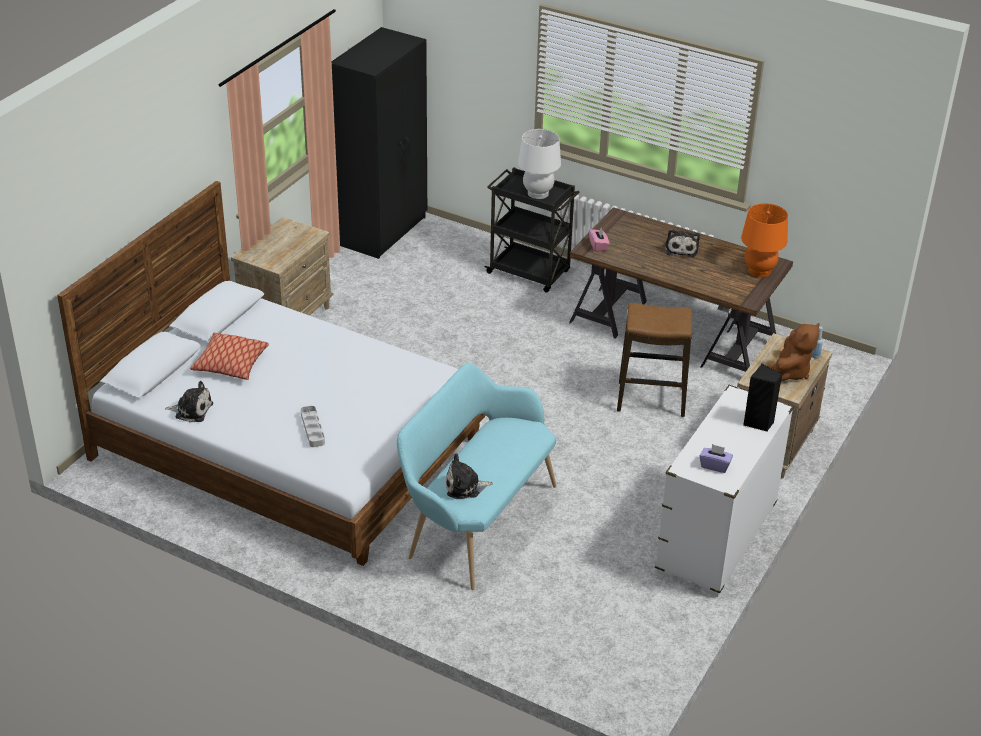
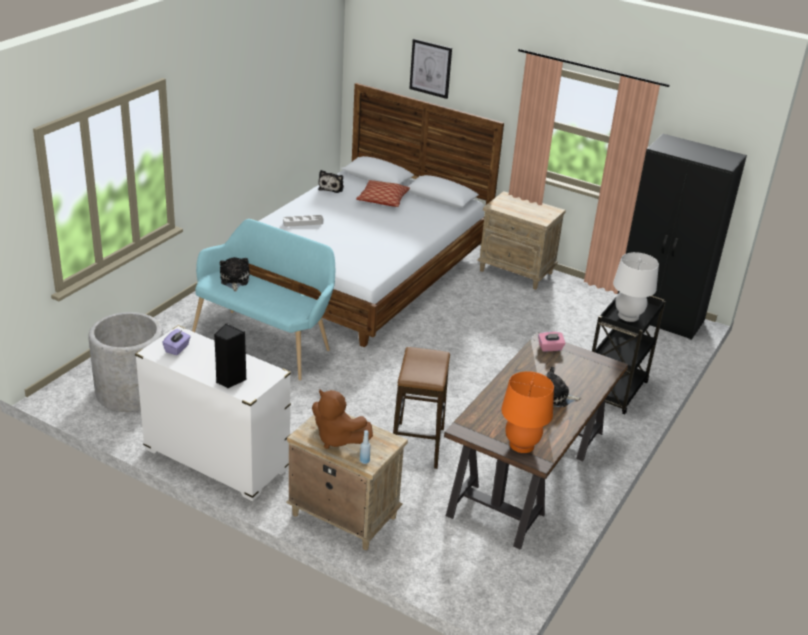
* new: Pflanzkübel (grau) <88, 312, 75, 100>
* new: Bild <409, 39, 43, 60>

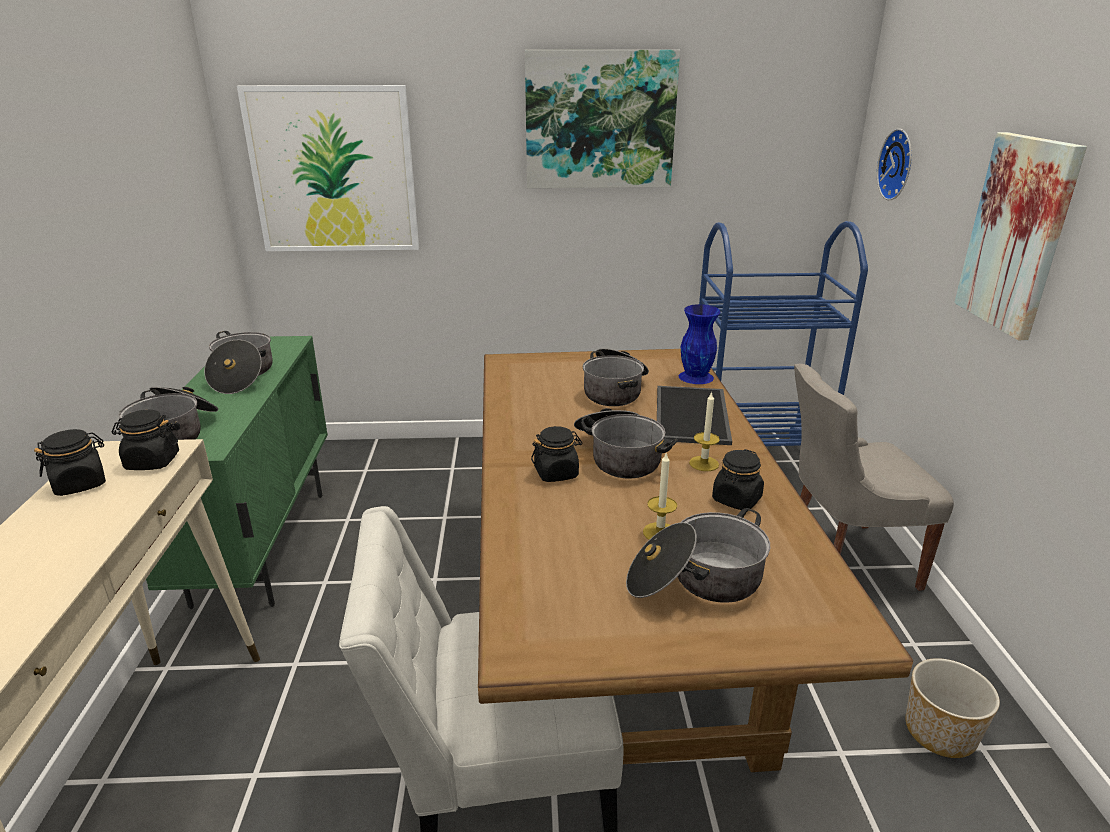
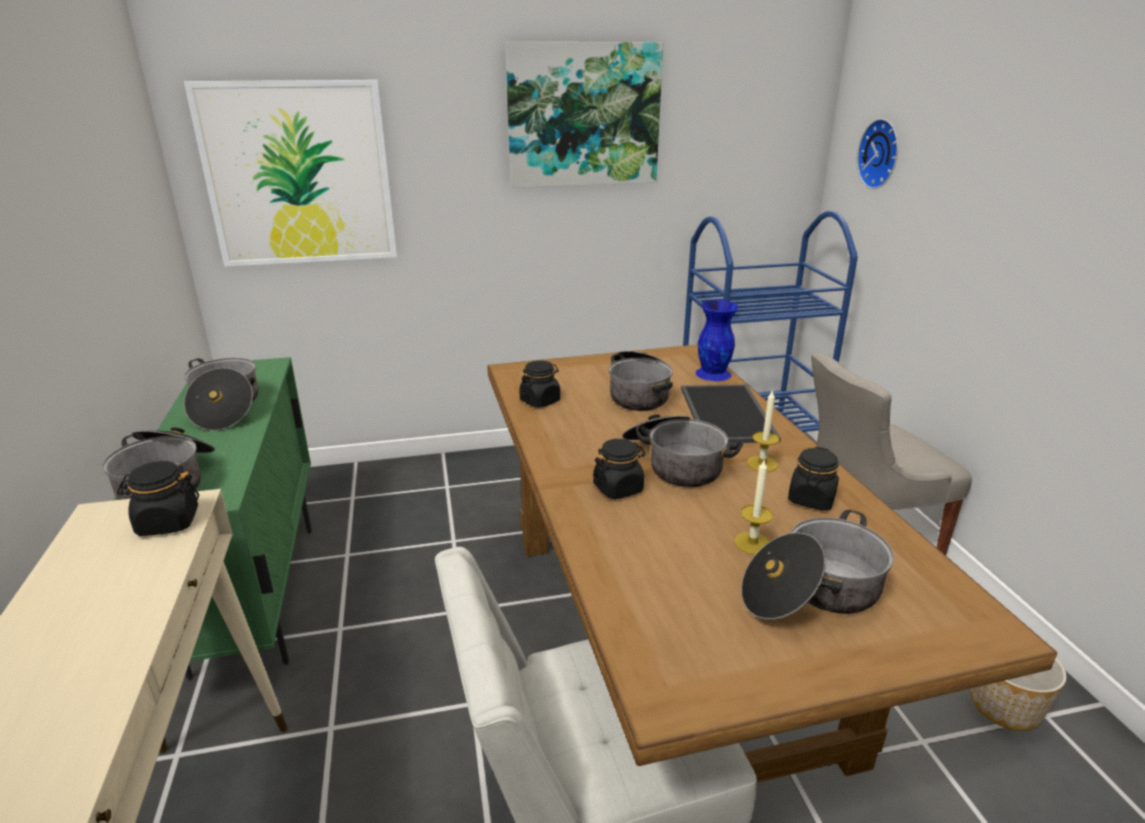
* shifted: Vorratsglas (schwarz) <34, 429, 72, 67> to <519, 361, 41, 47>
* gone: Bild <954, 132, 133, 208>

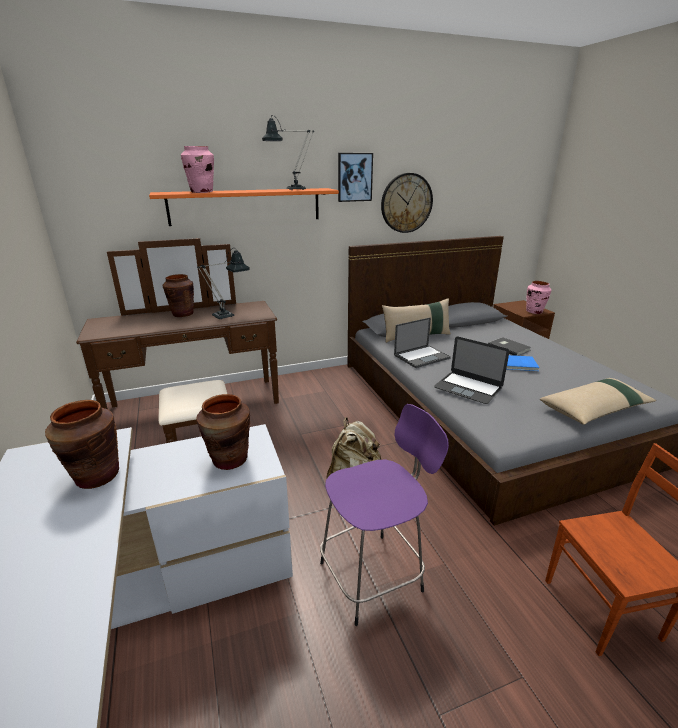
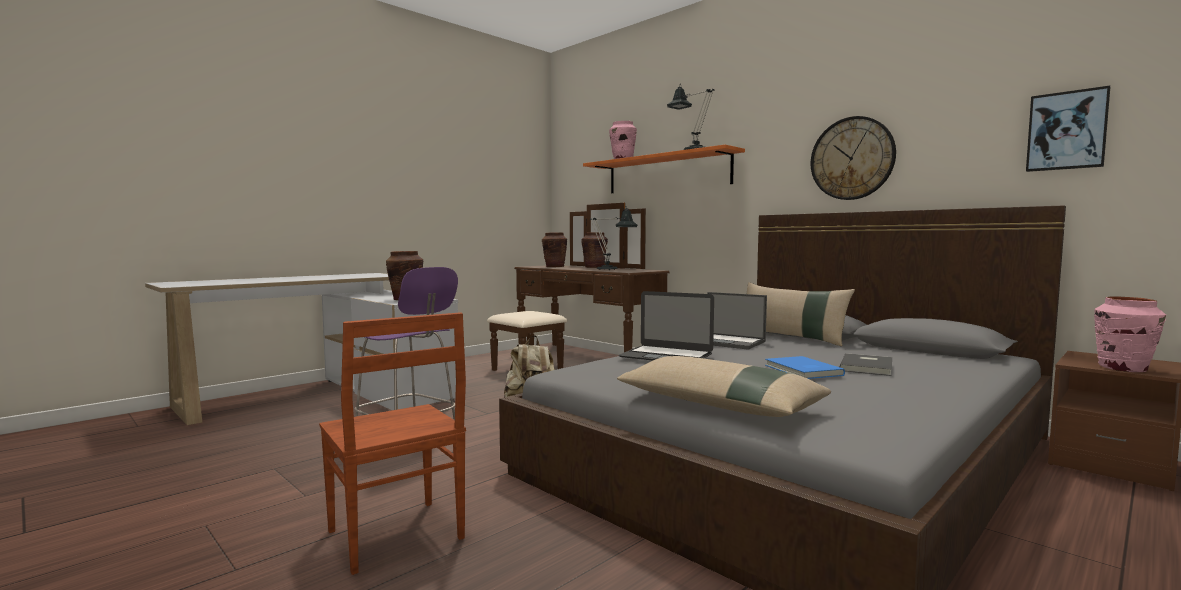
* shifted: Vase (braun) <45, 400, 74, 89> to <542, 232, 25, 35>
* shifted: Bild <338, 153, 35, 49> to <1026, 86, 84, 86>
* rotated: Laptop <434, 337, 75, 67> = <619, 291, 95, 70> 75 degrees counterclockwise

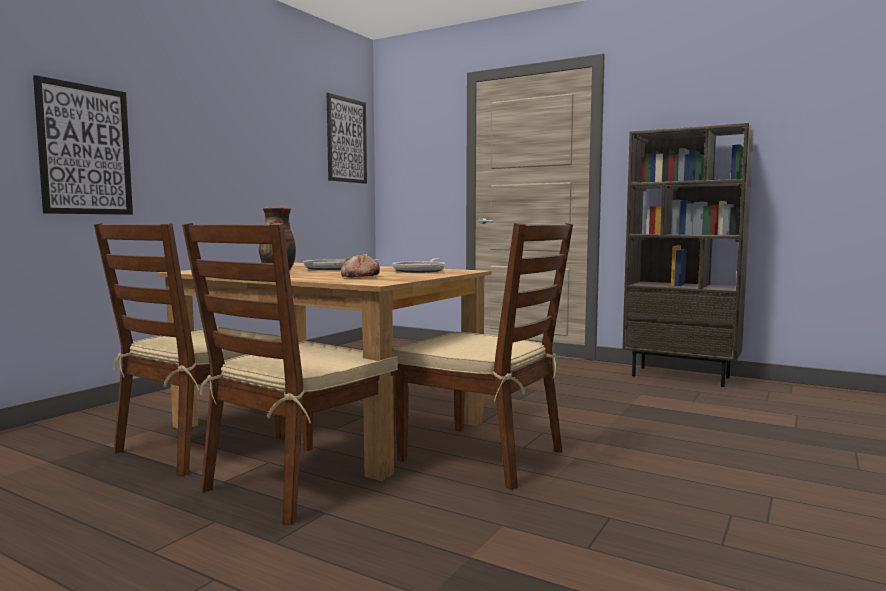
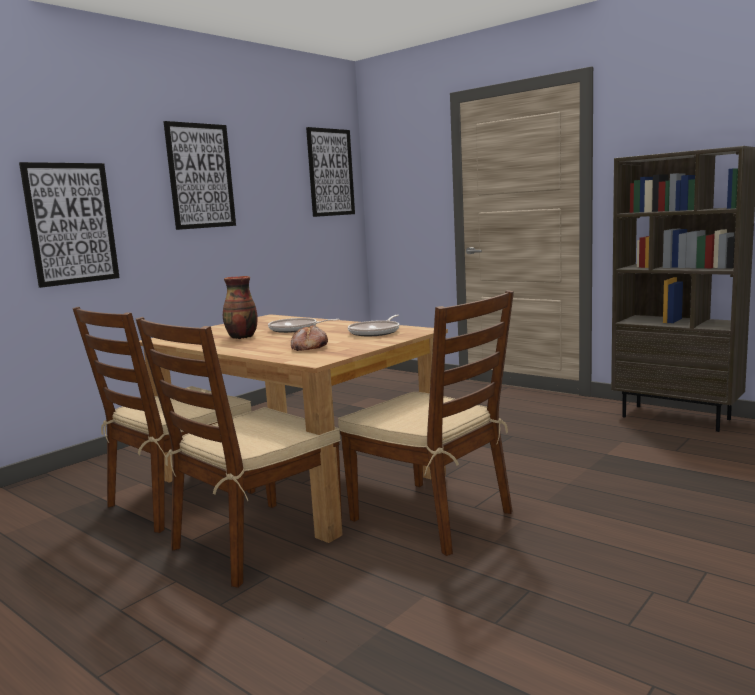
* new: Bild <163, 121, 73, 109>

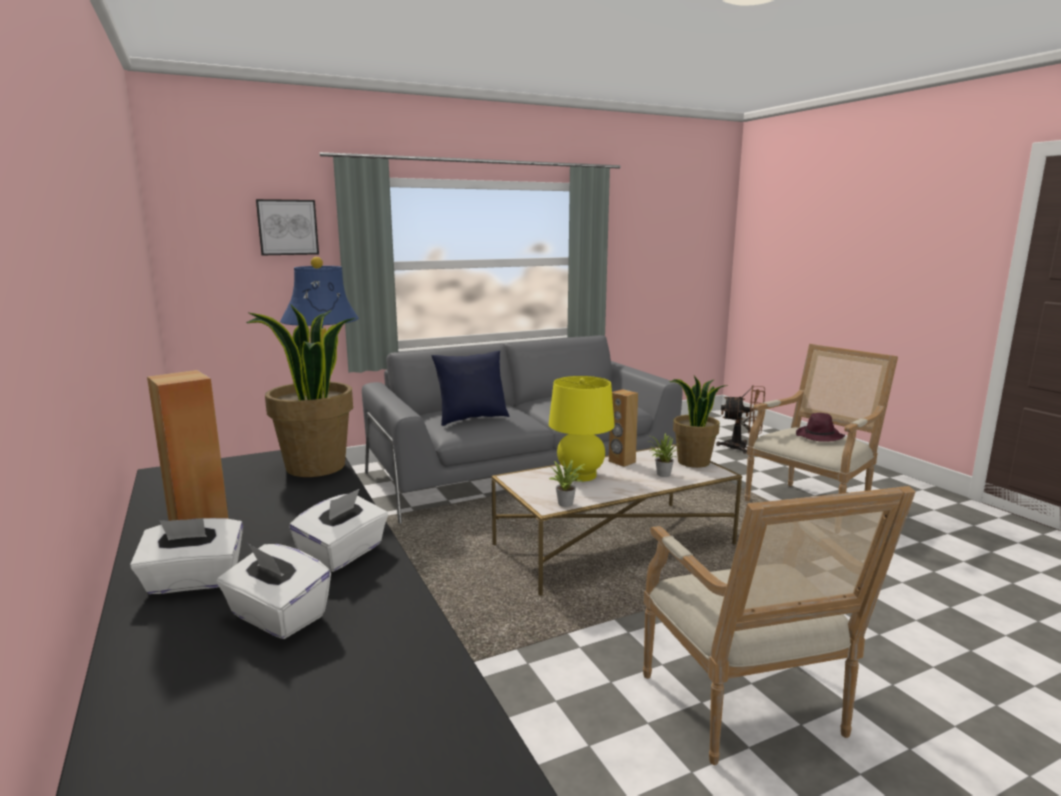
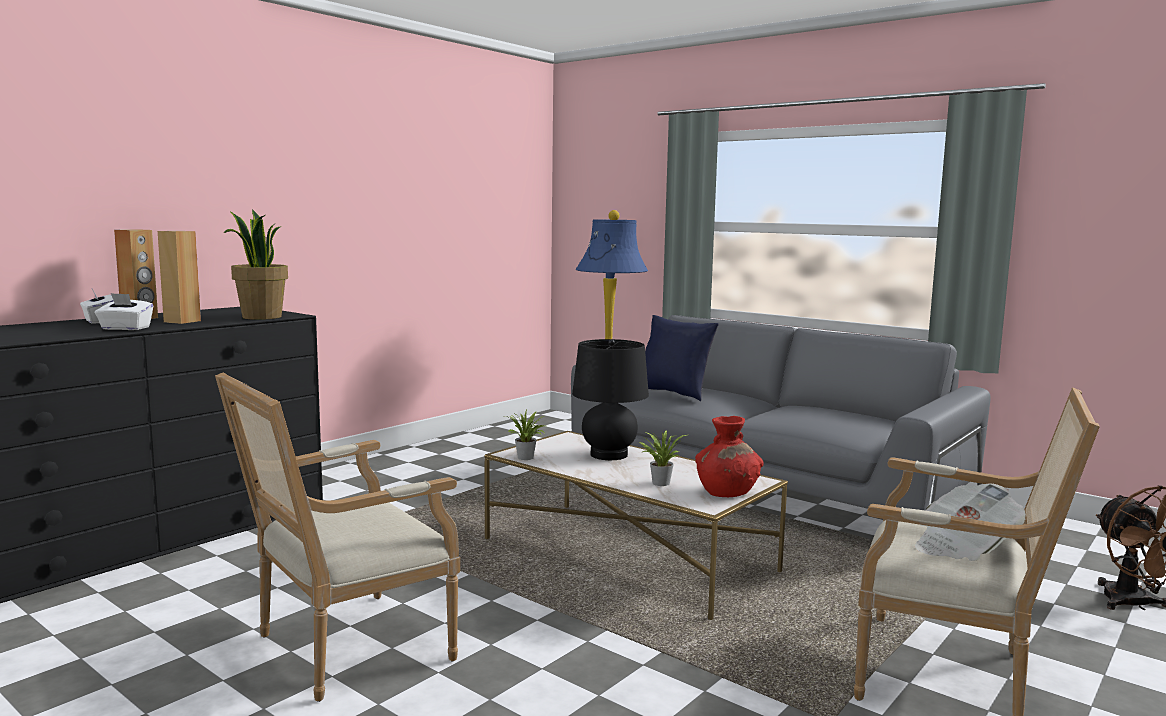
* gone: Taschentuchbox (weiß) <217, 543, 114, 96>
* gone: Bild <256, 199, 63, 56>
* repainted: Tischlampe (gelb) <549, 376, 66, 106> to Tischlampe (schwarz) <572, 339, 77, 121>
* shifted: Lautsprecher (braun) <609, 389, 29, 78> to <158, 231, 43, 93>
* swapped: Topfpflanze <669, 376, 59, 92> to Vase (rot) <695, 416, 69, 81>
* swapped: Hut (lila) <796, 413, 49, 29> to Zeitung <914, 483, 112, 78>

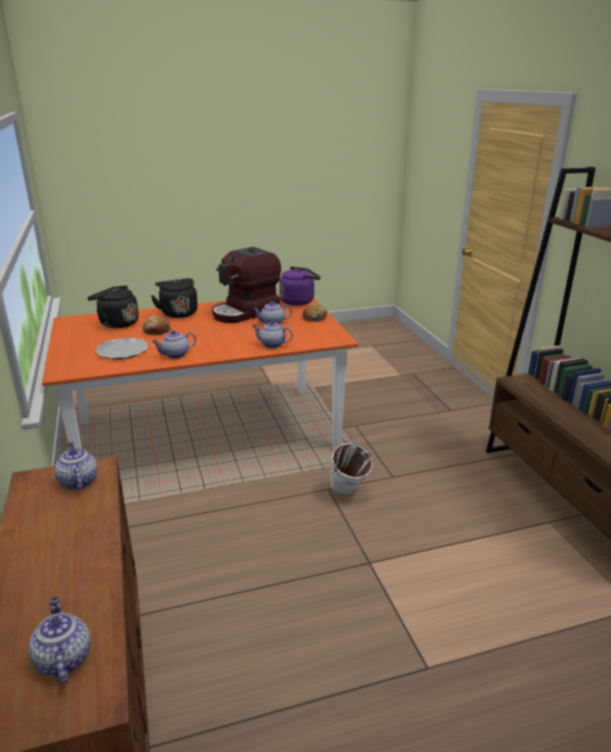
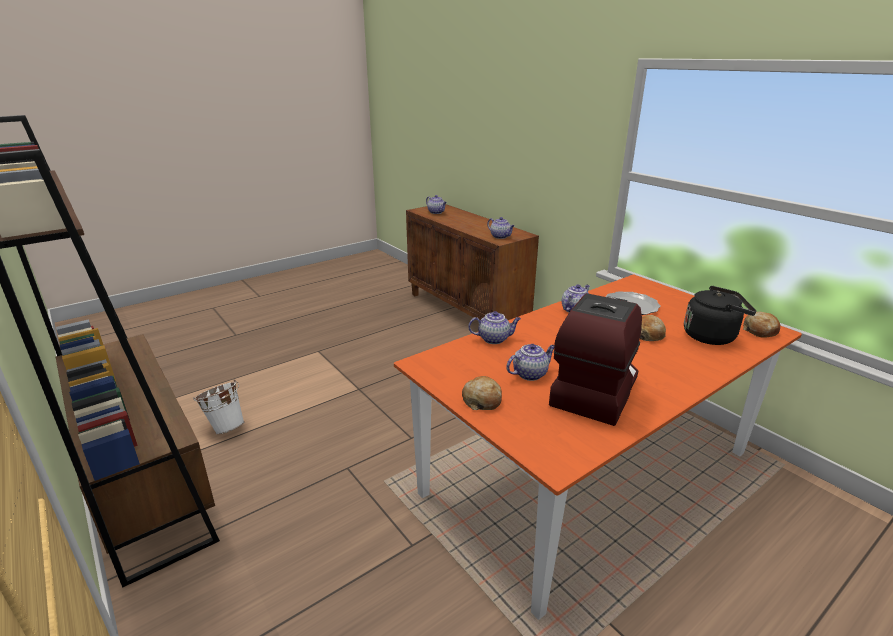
* gone: Wasserkessel (schwarz) <151, 278, 47, 40>
* gone: Wasserkessel (lila) <279, 267, 42, 38>
* shifted: Eimer (weiß) <329, 443, 44, 53> to <193, 379, 52, 55>
* new: Brot <743, 312, 37, 25>

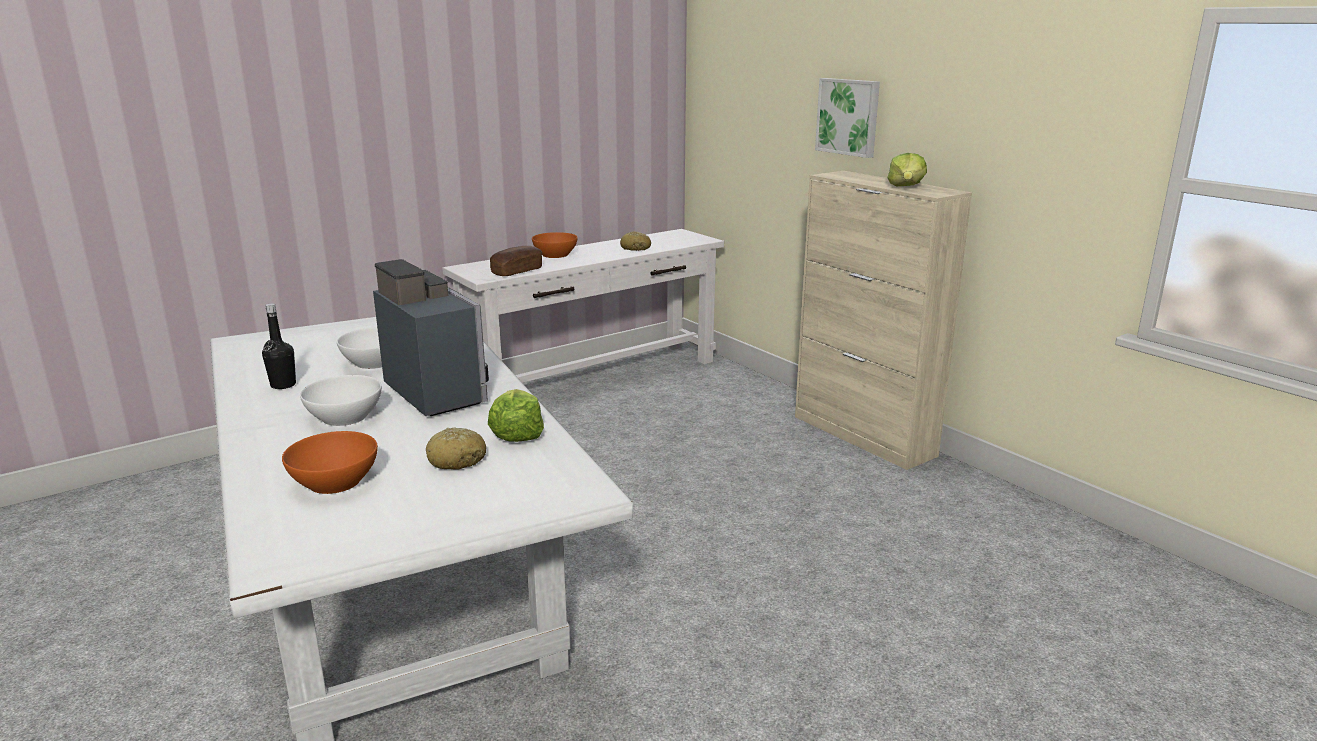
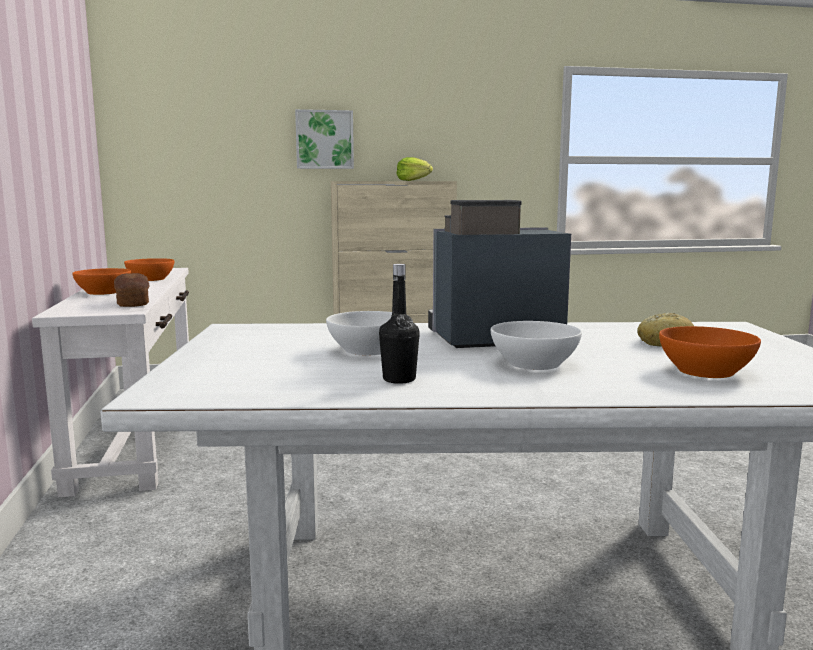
* gone: Salatkopf <488, 389, 56, 53>
* swapped: Brot <620, 231, 31, 20> to Schüssel (orange) <124, 258, 51, 23>

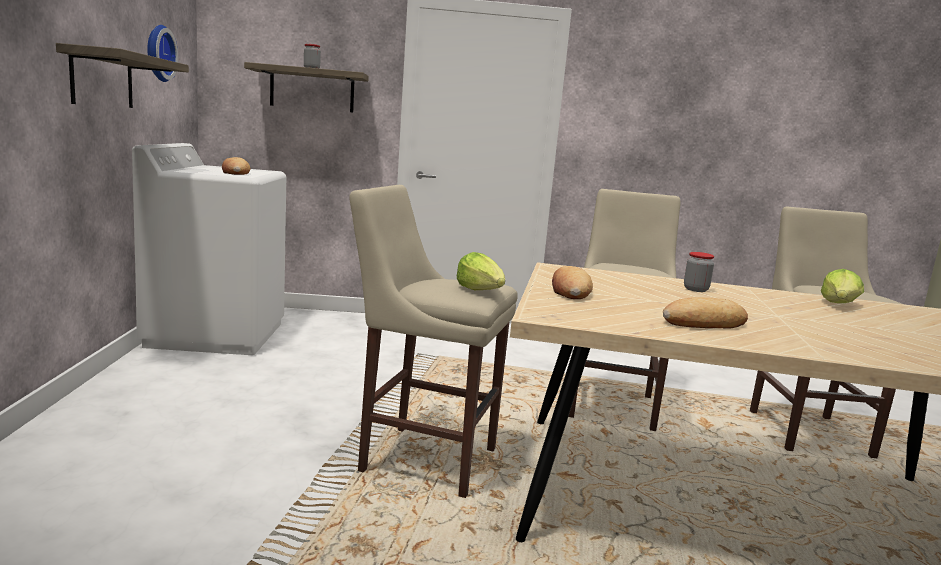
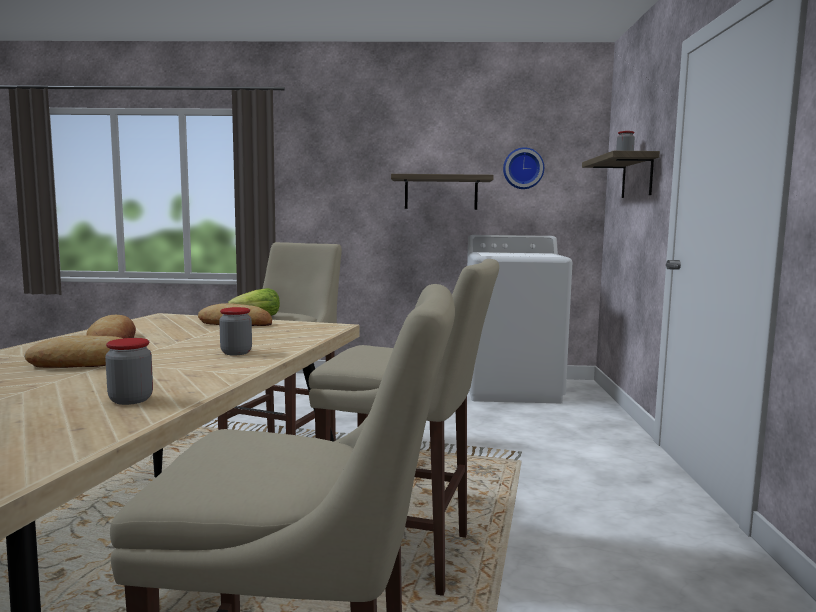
* shifted: Brot <222, 157, 28, 18> to <24, 335, 99, 33>
* swapped: Salatkopf <821, 269, 43, 34> to Vorratsglas <105, 338, 48, 67>

